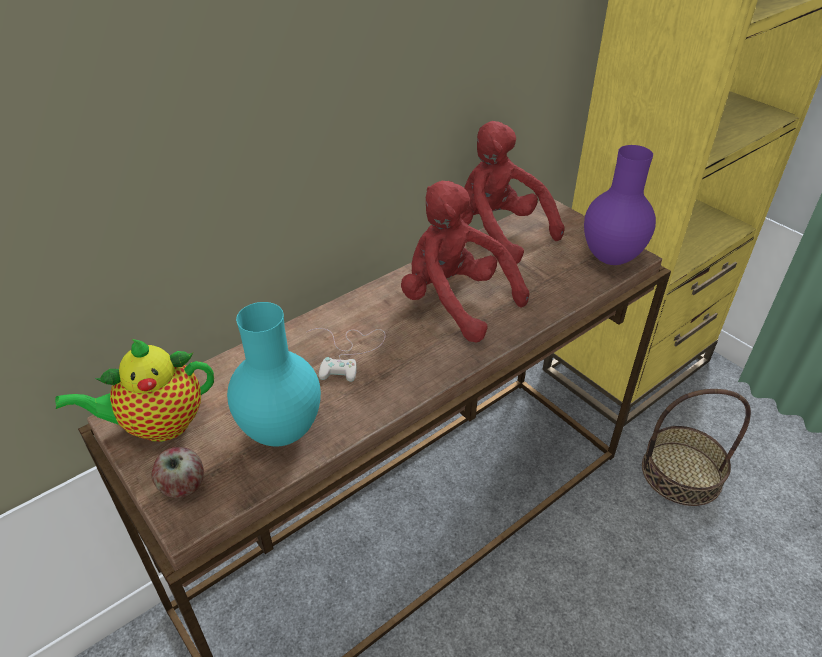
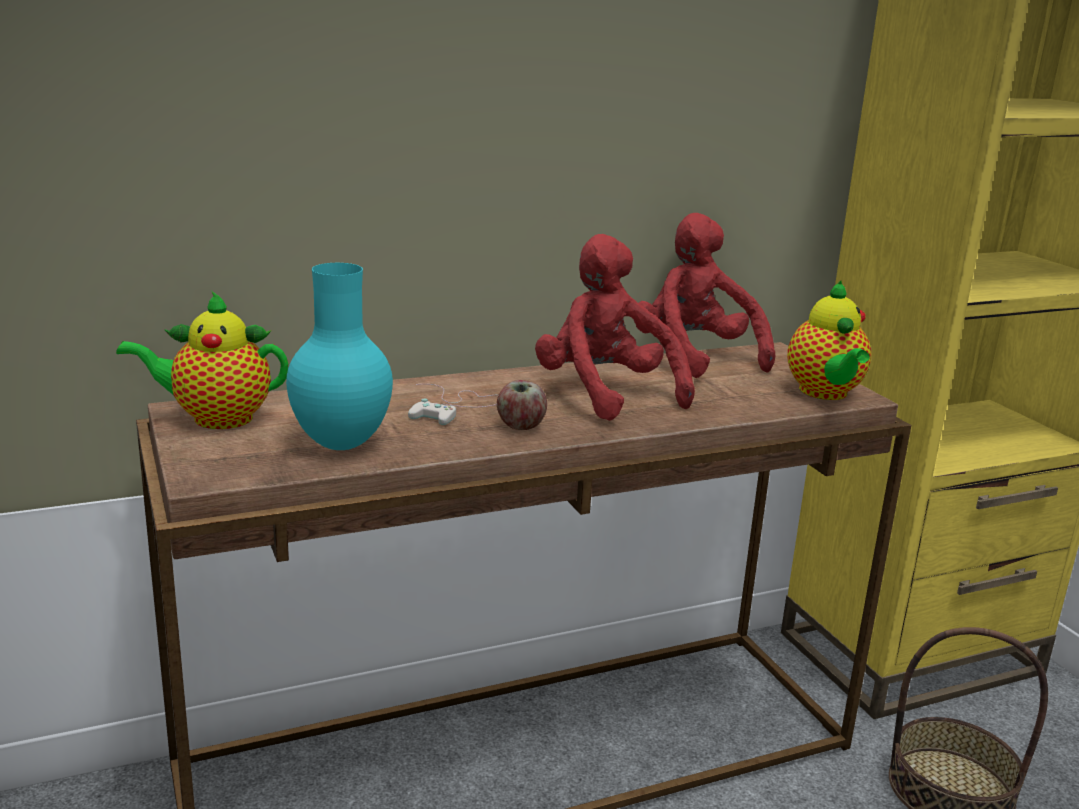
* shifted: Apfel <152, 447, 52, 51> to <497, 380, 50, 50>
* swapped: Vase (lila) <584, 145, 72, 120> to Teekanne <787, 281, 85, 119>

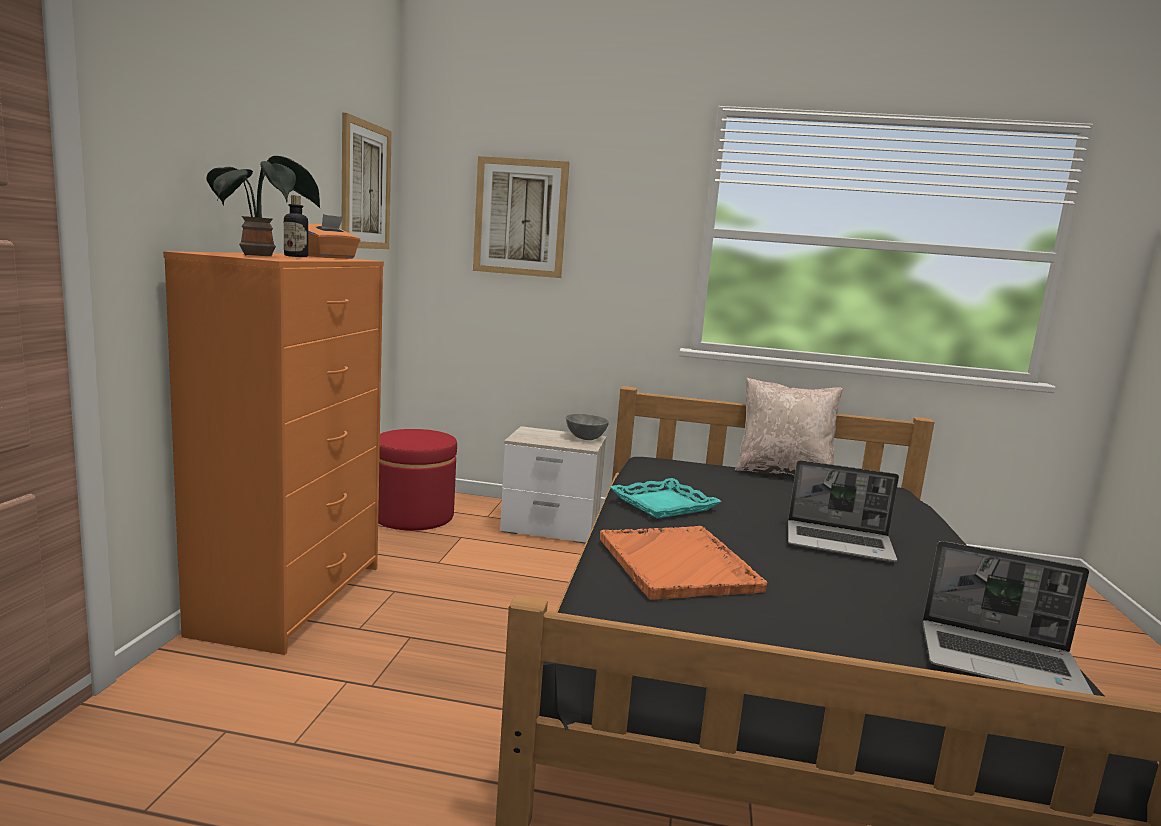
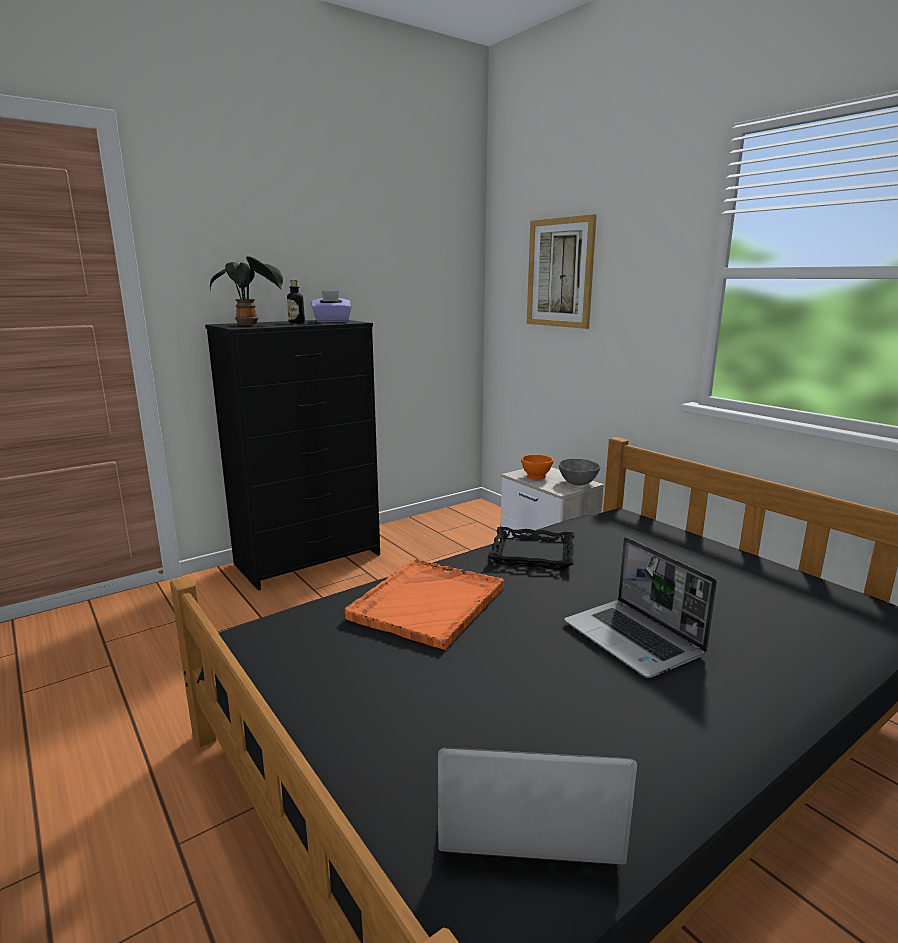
* repainted: Kommode (orange) <163, 251, 221, 404> to Kommode (schwarz) <205, 320, 175, 271>
* repainted: Taschentuchbox (orange) <308, 214, 52, 45> to Taschentuchbox (lila) <311, 291, 40, 32>
* gone: Bild <341, 112, 51, 137>
* gone: Polsterhocker (rot) <378, 429, 79, 102>
* repainted: Tablett (türkis) <610, 478, 112, 41> to Tablett (schwarz) <488, 527, 87, 43>
* gone: Kissen (beige) <735, 378, 108, 97>
* rotated: Laptop <922, 541, 172, 154> = <437, 747, 201, 117> 120 degrees clockwise
* new: Schüssel (orange) <521, 454, 32, 26>

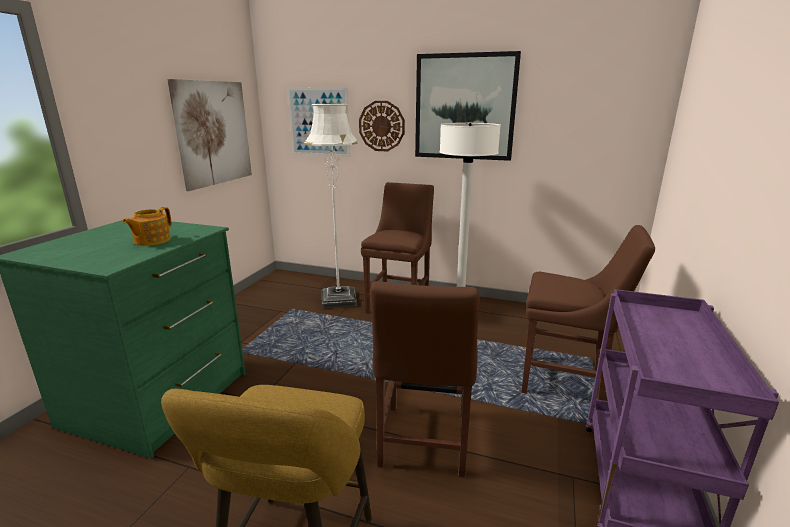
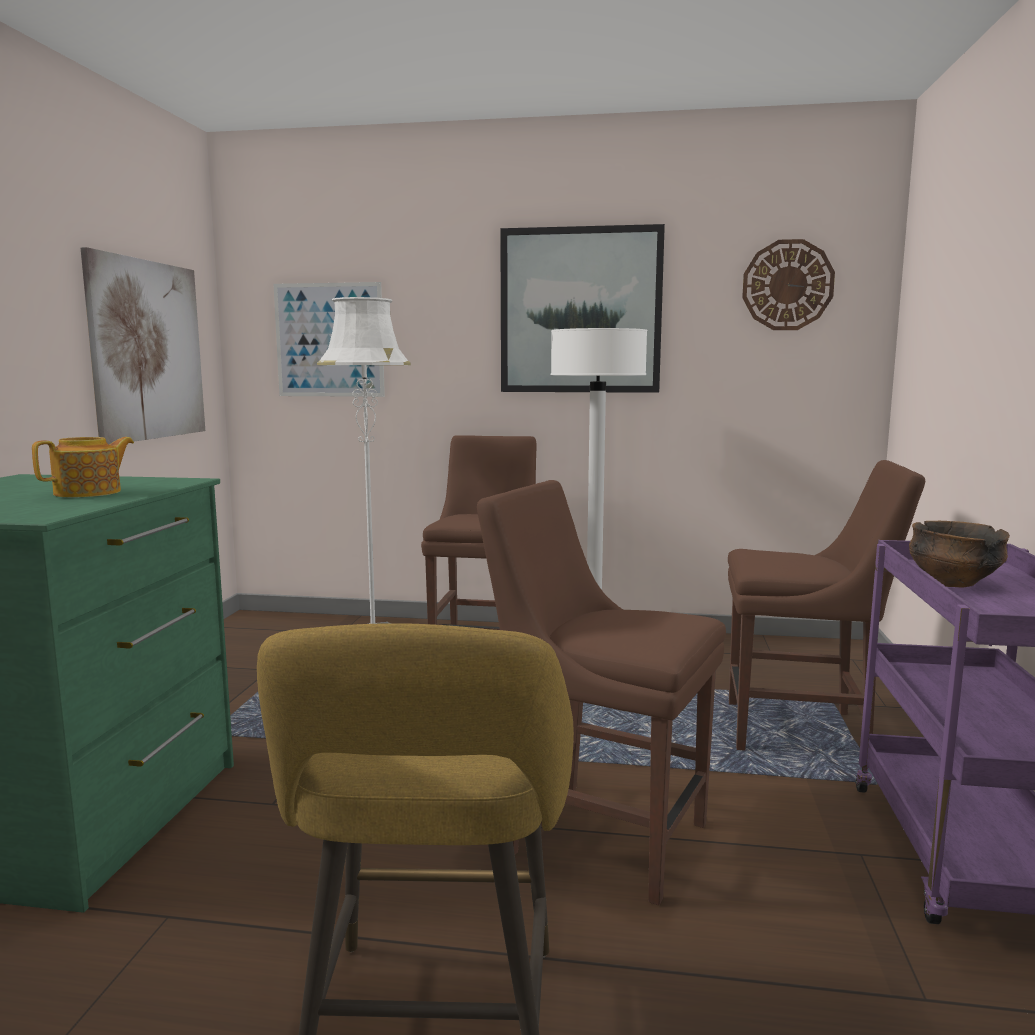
* rotated: Teekanne <123, 207, 49, 39> = <32, 437, 102, 60> 150 degrees counterclockwise
* shifted: Wanduhr <359, 101, 46, 50> to <742, 239, 93, 91>
* rotated: Stuhl (braun) <370, 281, 110, 196> = <477, 480, 249, 426> 120 degrees clockwise
* new: Schüssel <909, 521, 101, 67>

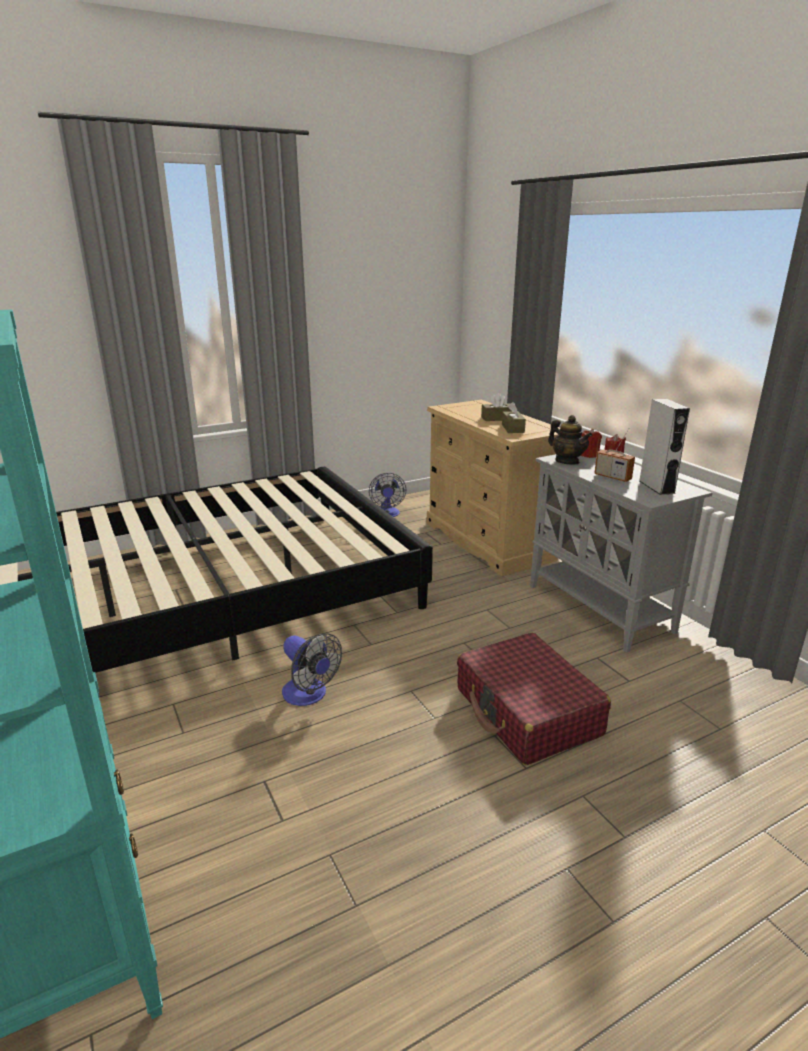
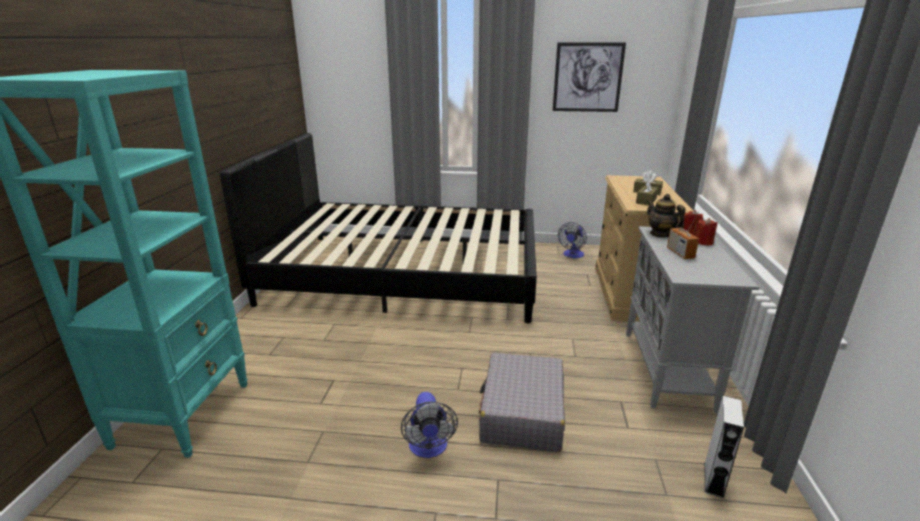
* shifted: Ventilator <282, 633, 60, 73> to <401, 392, 57, 66>
* repainted: Koffer (rot) <457, 633, 154, 132> to Koffer (grau) <479, 353, 86, 99>
* rotated: Teekanne <548, 415, 44, 50> = <647, 194, 38, 44> 150 degrees clockwise
* shifted: Lautsprecher (grau) <640, 399, 50, 96> to <705, 396, 39, 102>
* new: Bild <553, 42, 73, 70>

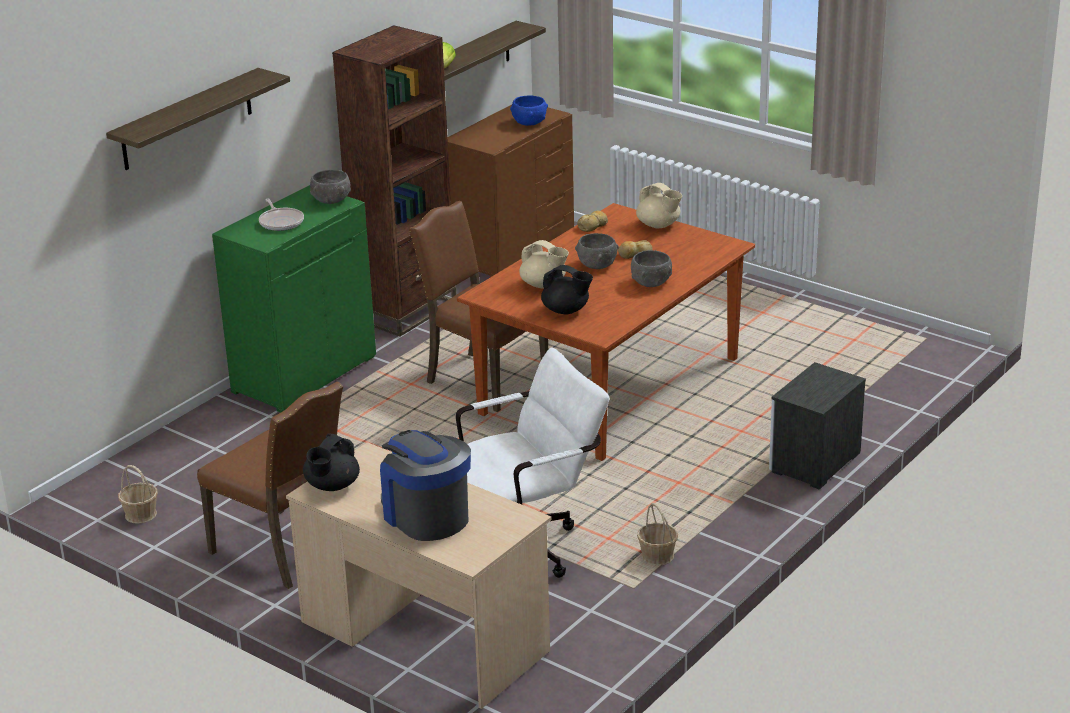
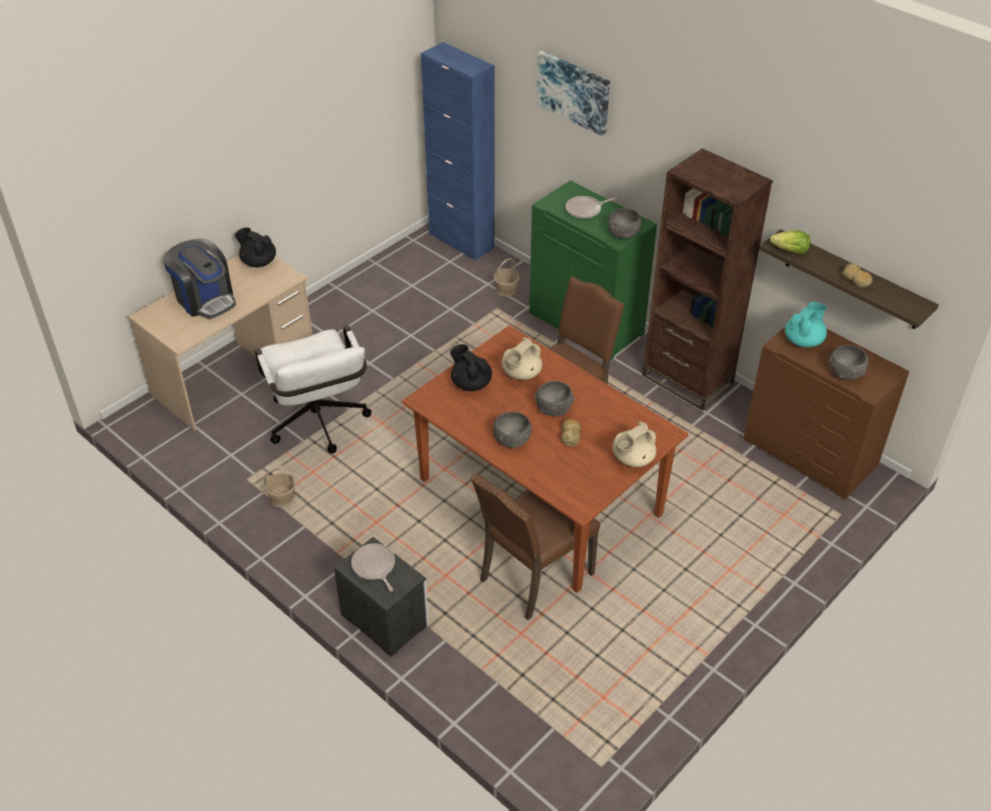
* swapped: Wandregal <106, 68, 184, 102> to Bild <537, 51, 73, 85>
* shifted: Korb <118, 465, 40, 59> to <494, 258, 26, 39>
* shifted: Stuhl (braun) <197, 382, 146, 207> to <470, 473, 130, 147>
* rotated: Kaffeemaschine <380, 430, 91, 111> = <163, 238, 73, 81> 75 degrees clockwise
* repainted: Schüssel (blau) <510, 95, 38, 31> to Schüssel (grau) <829, 345, 40, 34>
* rotated: Teekanne (schwarz) <541, 265, 52, 49> = <450, 344, 42, 47> 105 degrees clockwise
* shifted: Brot <577, 210, 31, 22> to <841, 263, 31, 25>
* new: Pfanne <351, 543, 44, 49>
* new: Schrank (blau) <421, 42, 74, 219>
* new: Teekanne (türkis) <785, 302, 42, 45>

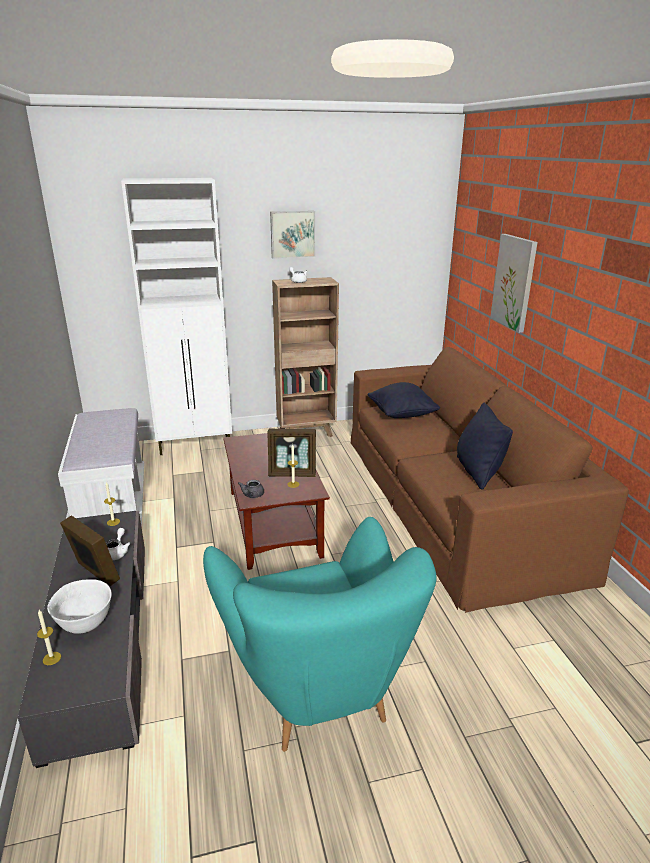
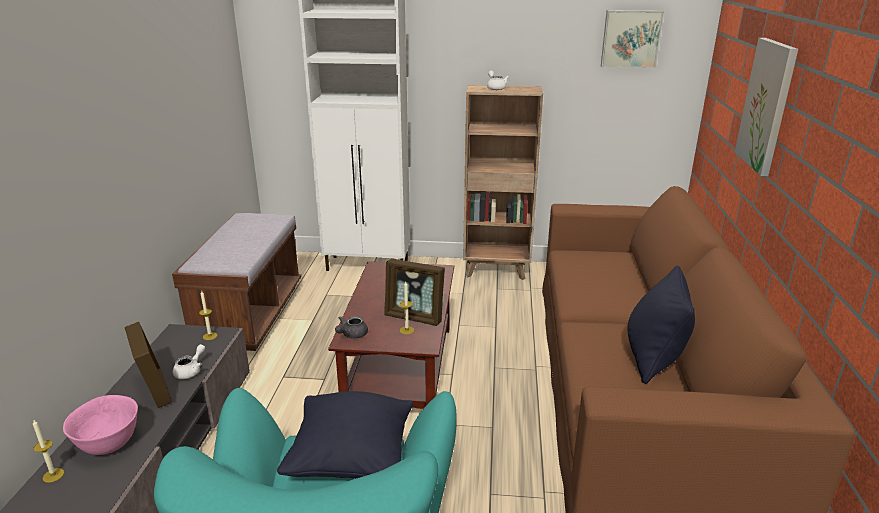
* repainted: Schüssel (weiß) <47, 579, 65, 55> to Schüssel (rosa) <63, 395, 75, 60>
* repainted: Bank (weiß) <58, 408, 86, 119> to Bank (braun) <172, 213, 129, 138>
* shifted: Bild <270, 211, 45, 48> to <601, 10, 63, 58>
* shifted: Kissen (schwarz) <368, 382, 72, 36> to <277, 391, 136, 88>

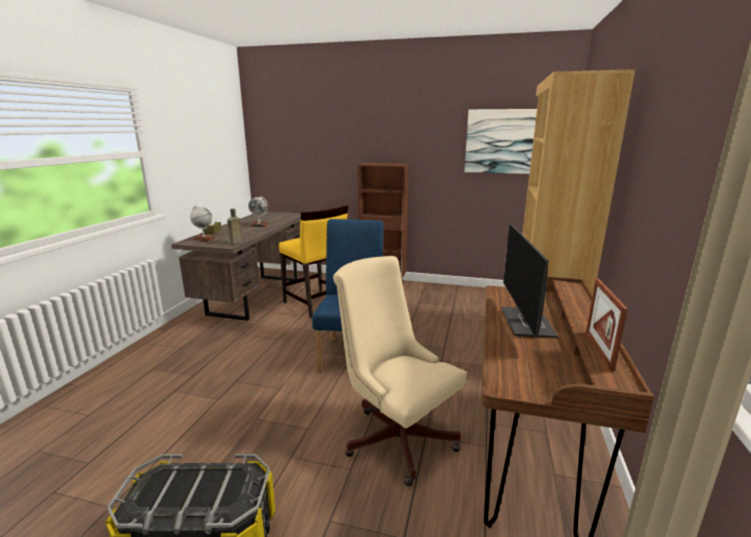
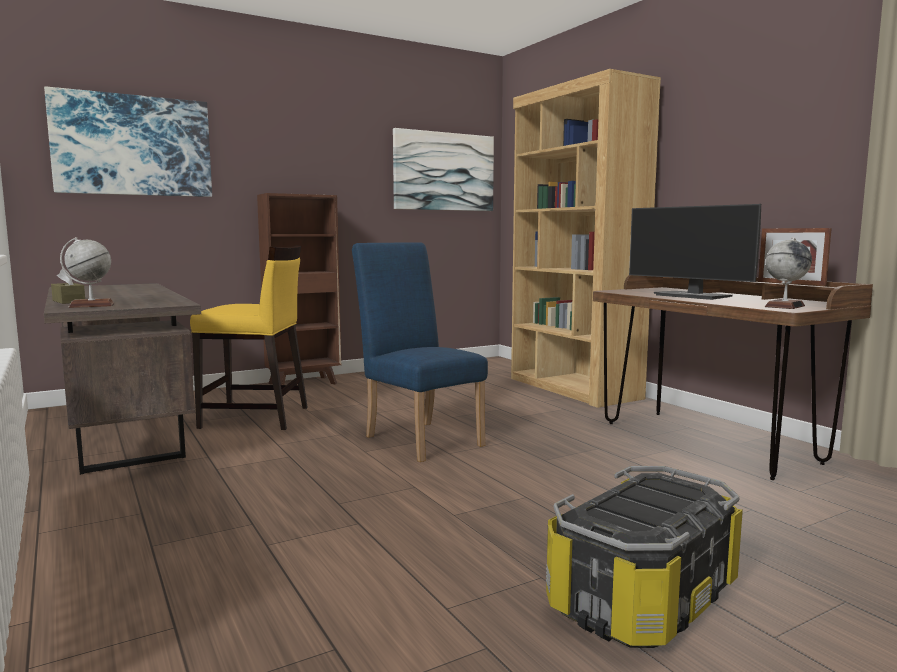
* gone: Flasche (braun) <227, 209, 15, 36>
* shifted: Globus <248, 196, 21, 31> to <765, 237, 47, 72>
* gone: Bürostuhl (beige) <333, 256, 134, 230>
* new: Bild <44, 86, 168, 111>

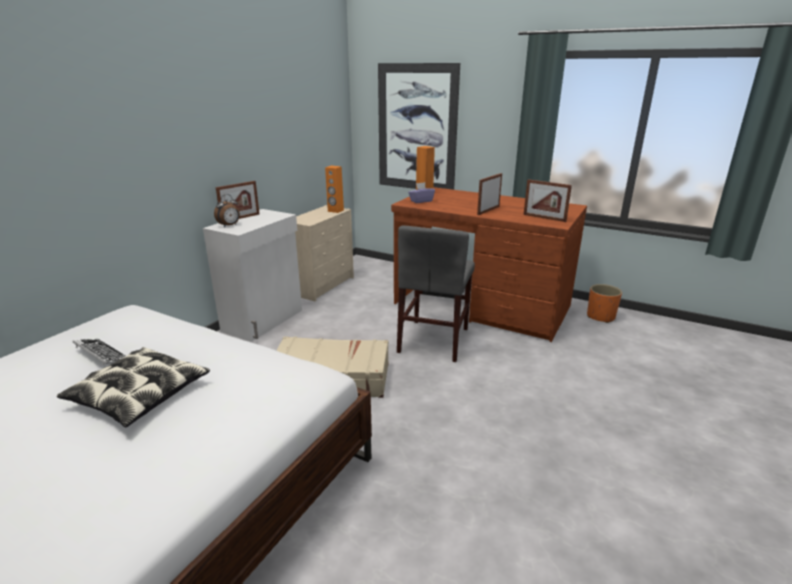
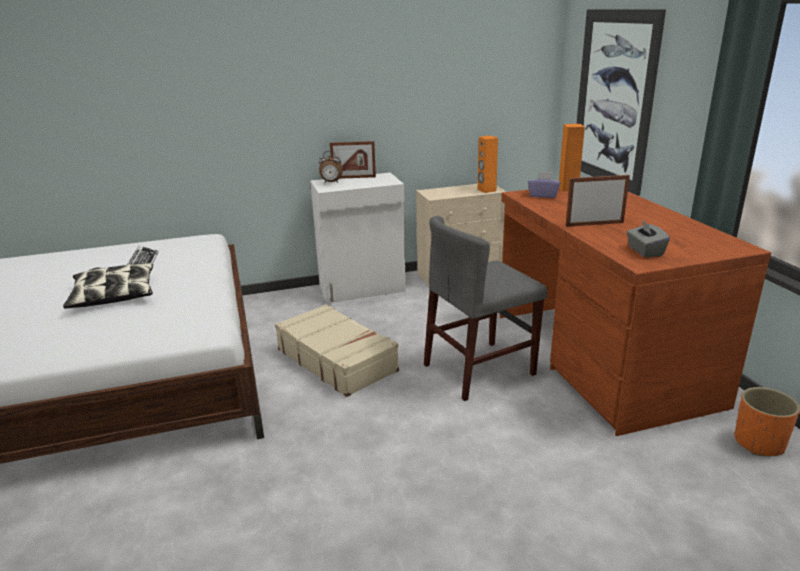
* swapped: Bilderrahmen <523, 179, 49, 43> to Taschentuchbox (grau) <627, 220, 43, 37>

